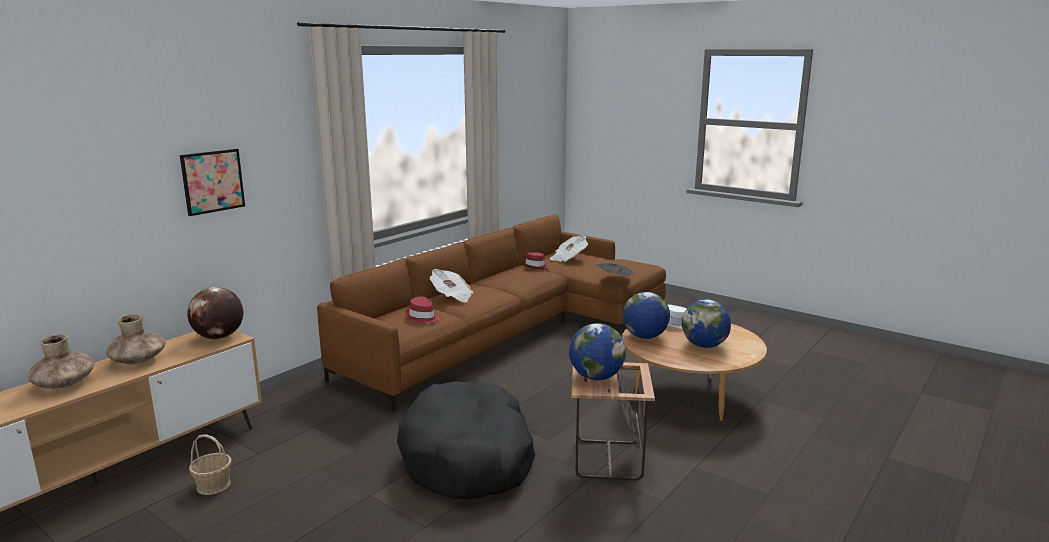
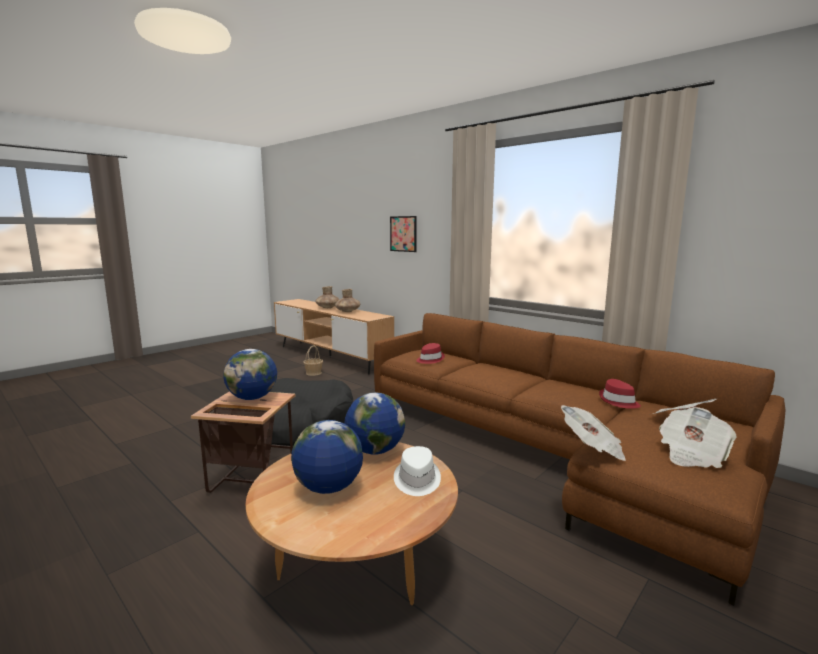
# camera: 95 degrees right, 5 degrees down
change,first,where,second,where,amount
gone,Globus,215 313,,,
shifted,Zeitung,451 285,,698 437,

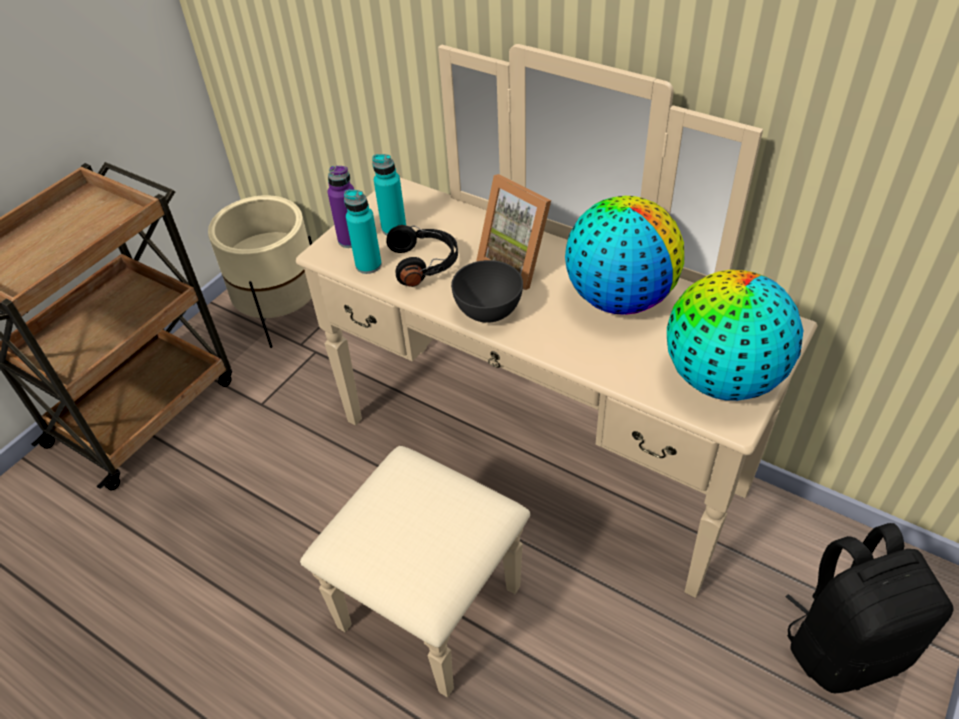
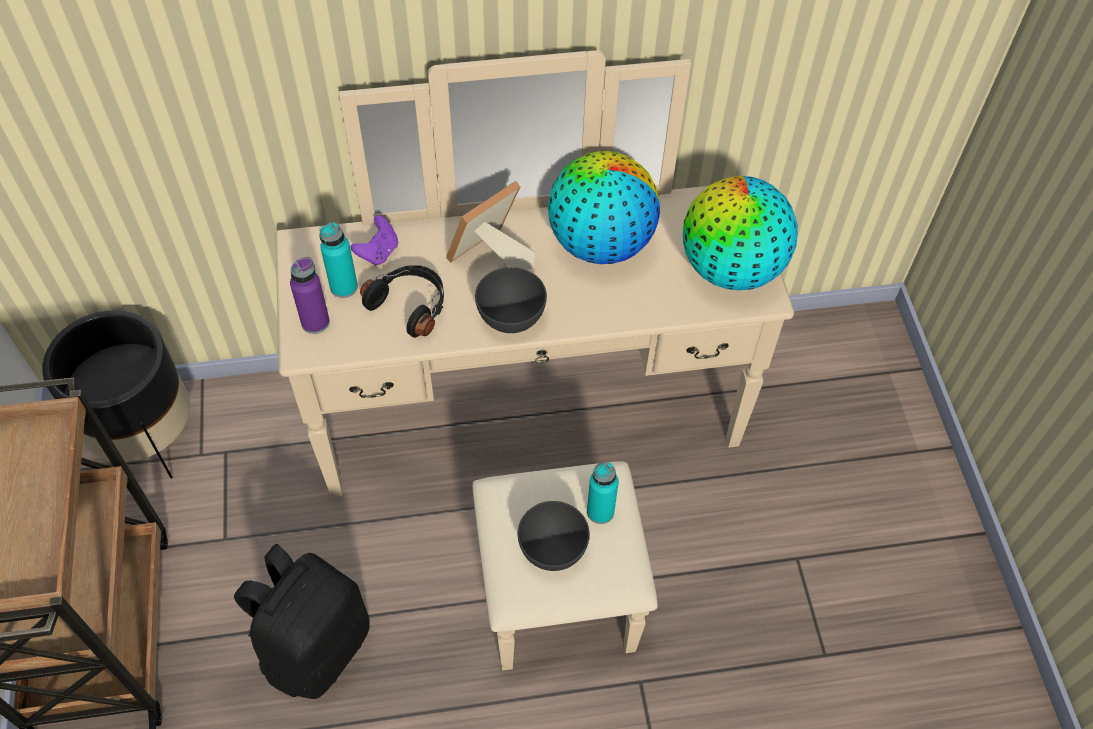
# camera: 45 degrees left, 10 degrees up
change,first,where,second,where,amount
new,,,Gamepad [lila],374 240,
new,,,Schüssel [grau],554 536,
shifted,Flasche [türkis],363 232,,603 493,
shifted,Rucksack [schwarz],869 608,,302 621,
repainted,Pflanzkübel [beige],260 271,Pflanzkübel [schwarz],116 394,
rotated,Bilderrahmen,513 232,,490 225,135 degrees clockwise

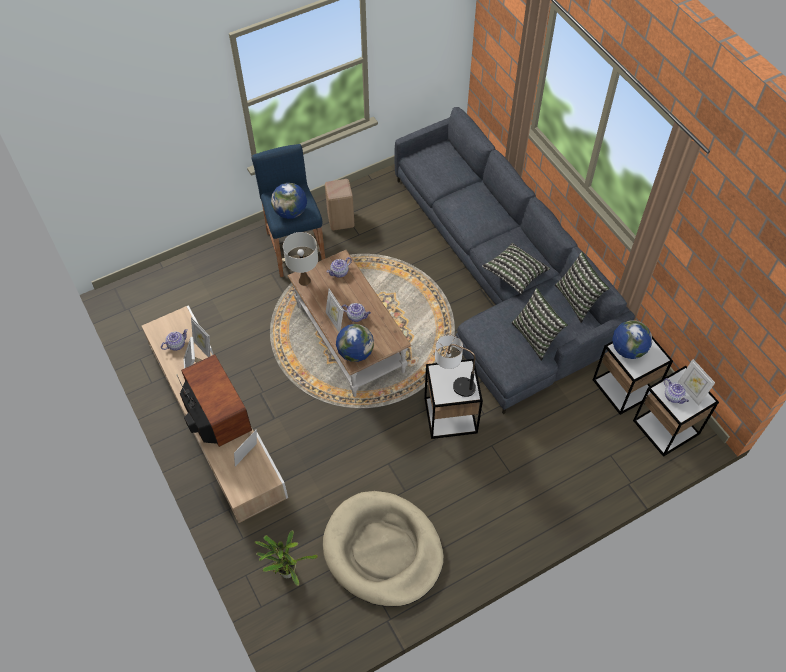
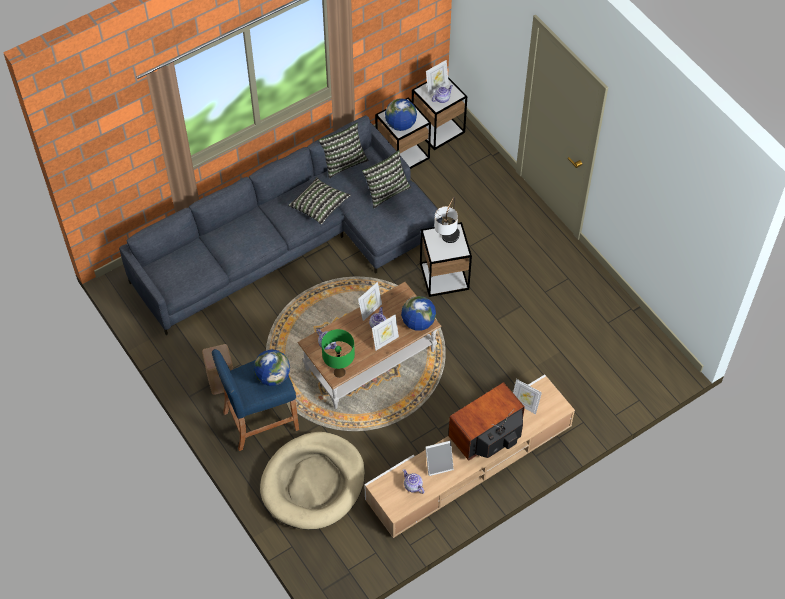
# camera: 95 degrees left, 0 degrees up
change,first,where,second,where,amount
gone,Topfpflanze,286 558,,,
shifted,Bilderrahmen,200 337,,370 301,
shifted,Hundebett [beige],383 549,,312 481,
repainted,Tischlampe [weiß],300 259,Tischlampe [grün],338 353,

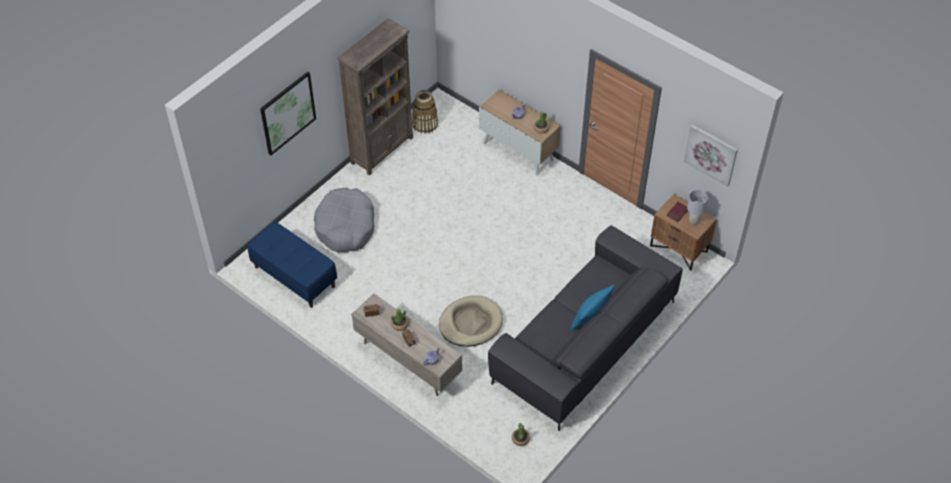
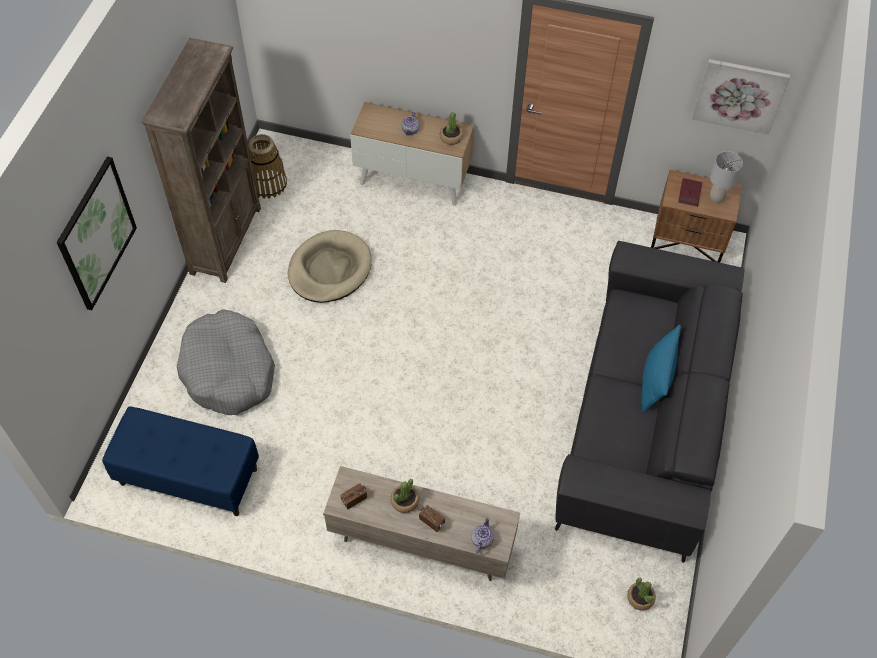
# camera: 25 degrees left, 5 degrees up
change,first,where,second,where,amount
shifted,Hundebett [beige],471 321,,330 266,

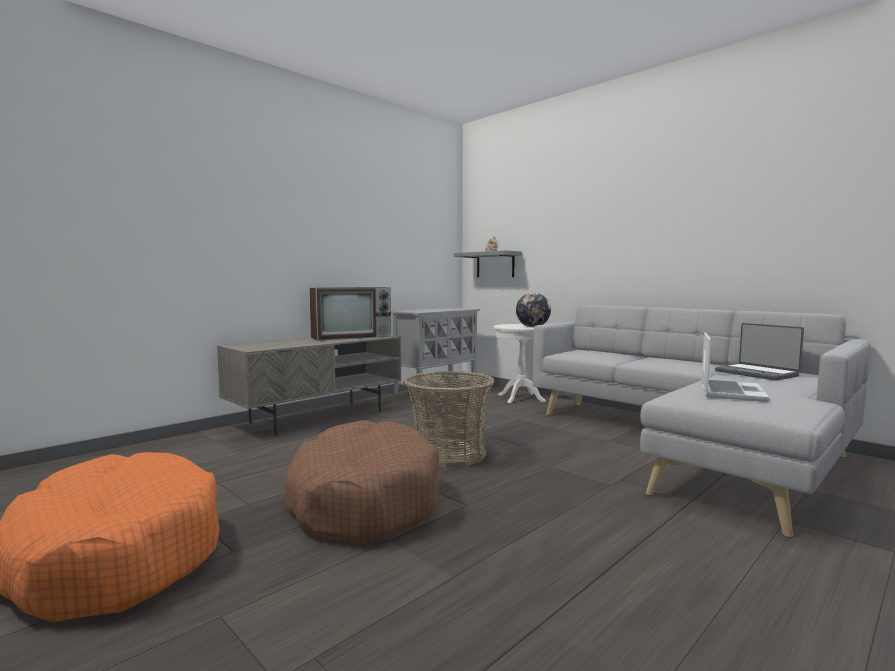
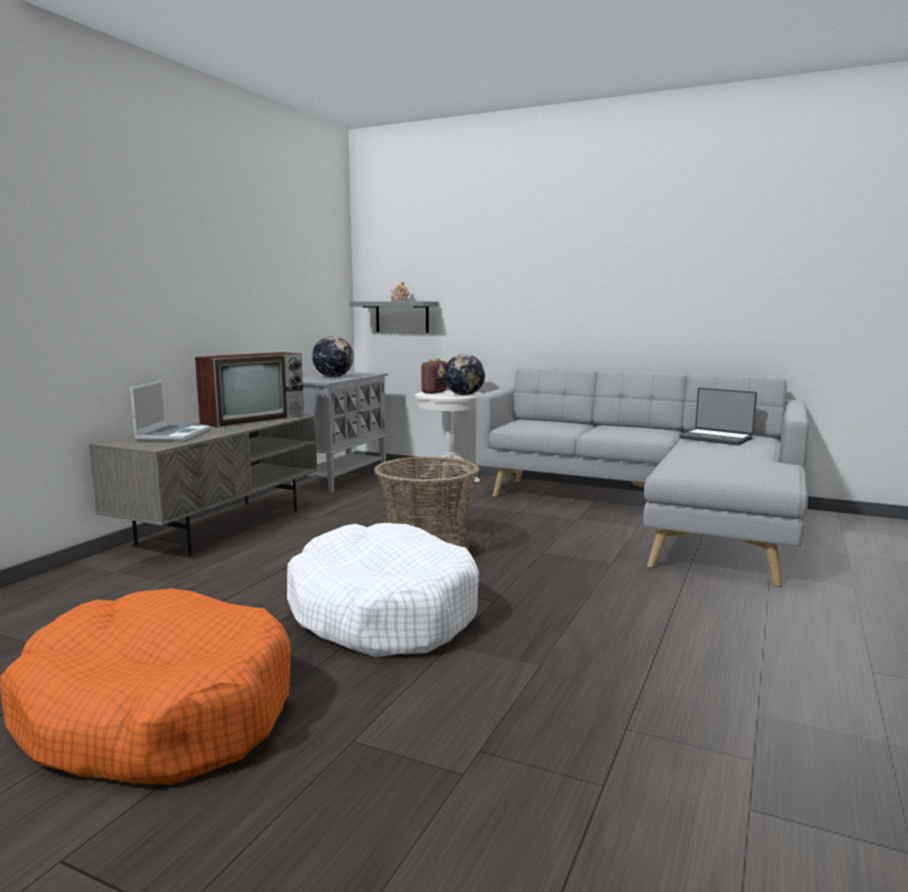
# camera: 20 degrees left, 5 degrees up
change,first,where,second,where,amount
new,,,Globus,333 356,
new,,,Radio,434 376,
shifted,Laptop,735 367,,170 410,
repainted,Hundebett [braun],361 482,Hundebett [weiß],383 590,

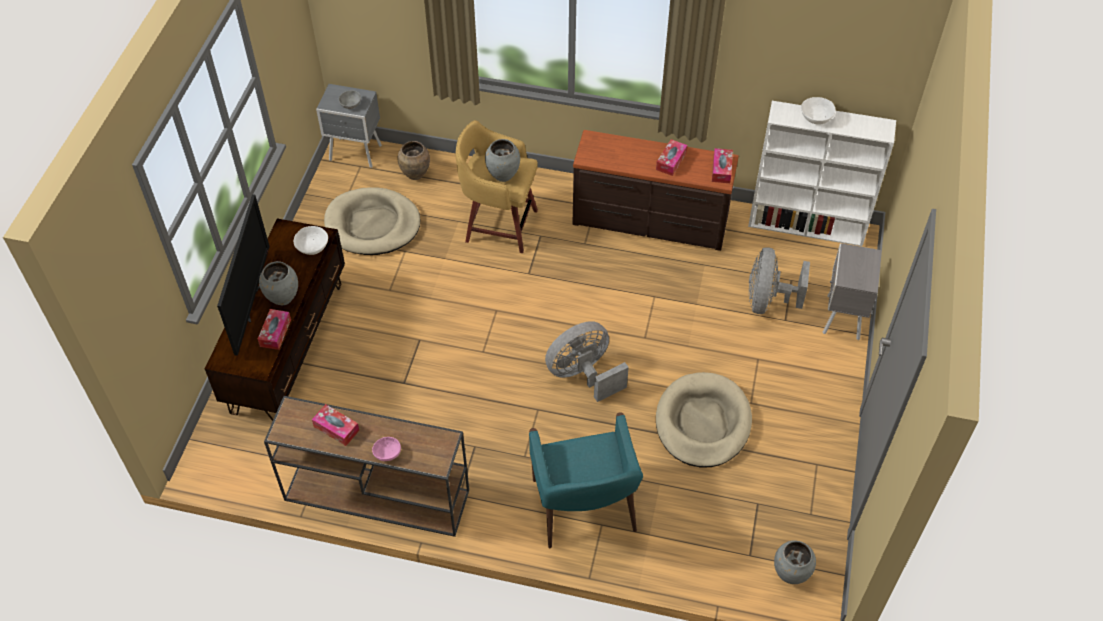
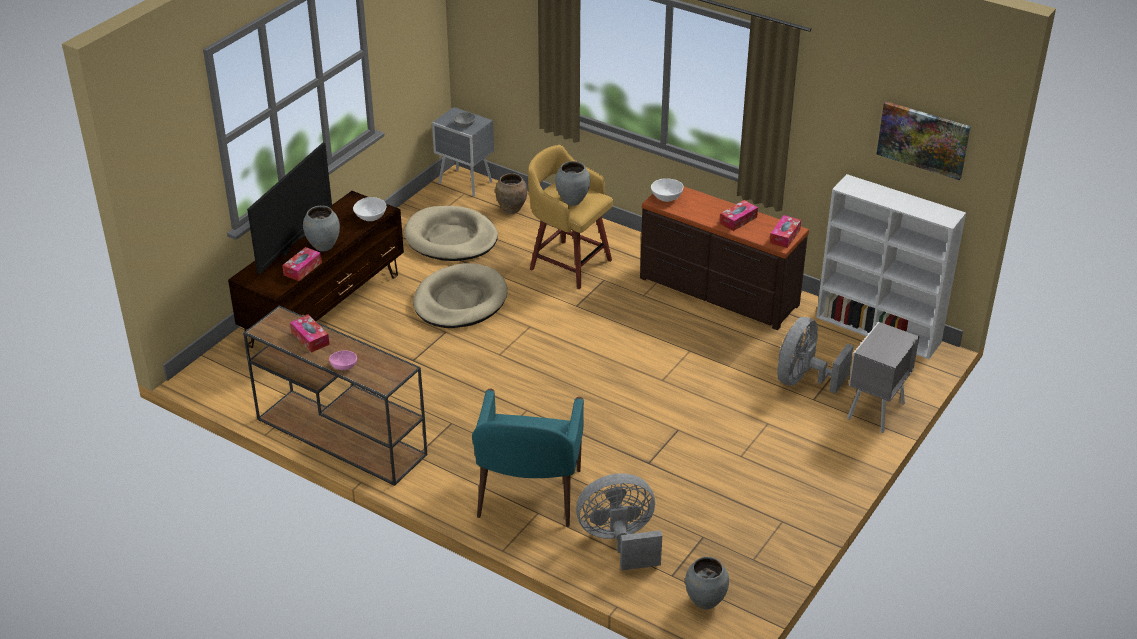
# camera: 20 degrees right, 15 degrees down
change,first,where,second,where,amount
new,,,Bild,924 140,
shifted,Ventilator [grau],587 361,,619 521,
shifted,Hundebett [beige],704 420,,460 295,
shifted,Schüssel [weiß],818 111,,667 190,

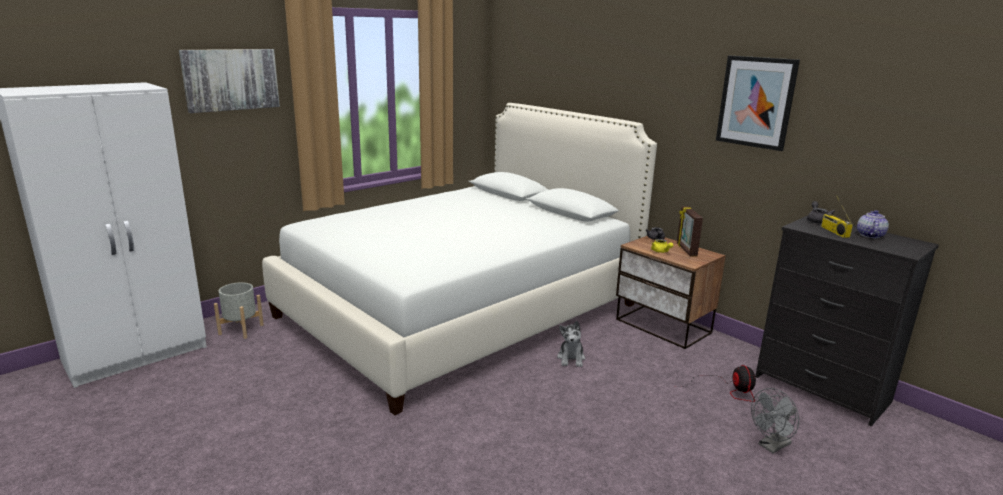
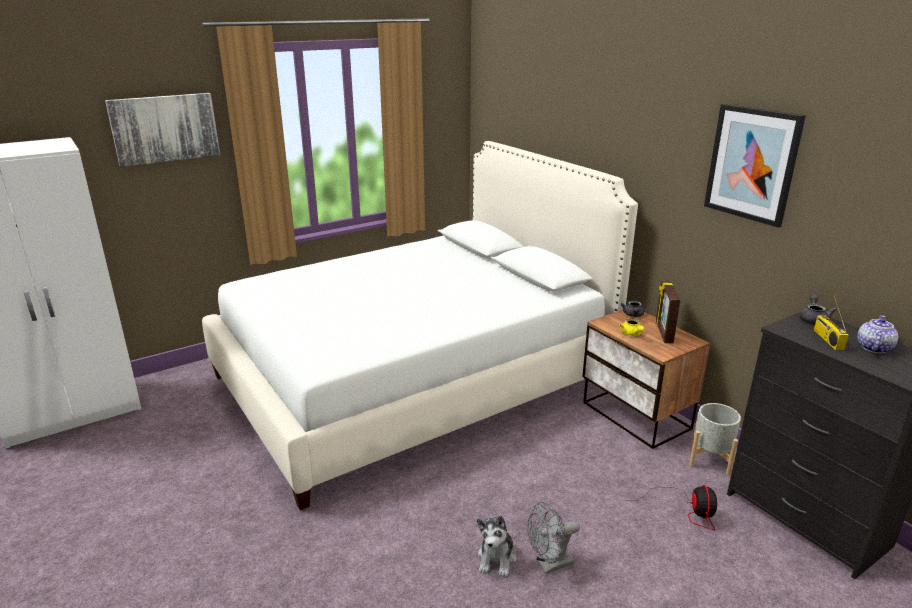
# camera: 10 degrees right, 5 degrees up
change,first,where,second,where,amount
shifted,Pflanzkübel [grau],239 310,,715 439,
shifted,Plüschtier,571 344,,496 546,
shifted,Ventilator [grau],775 420,,553 538,

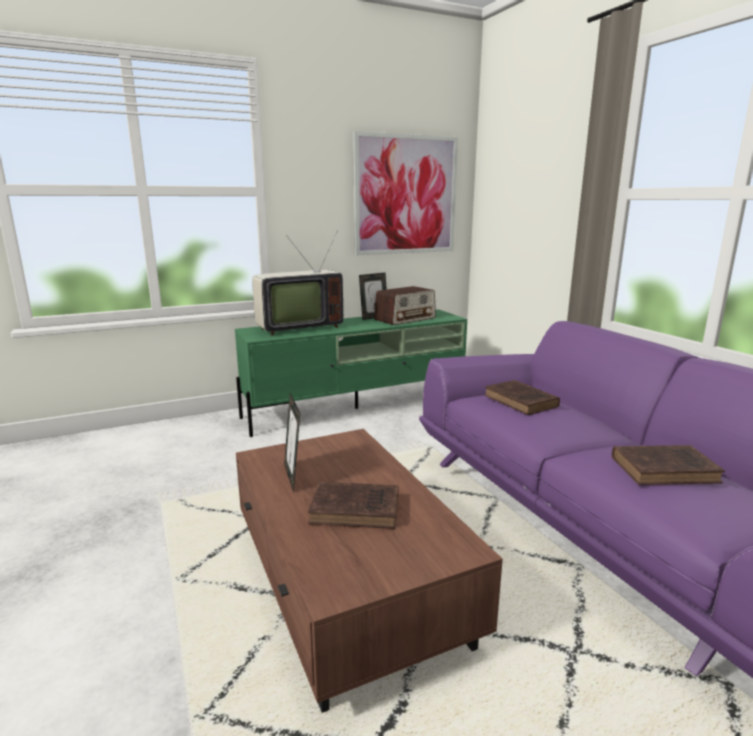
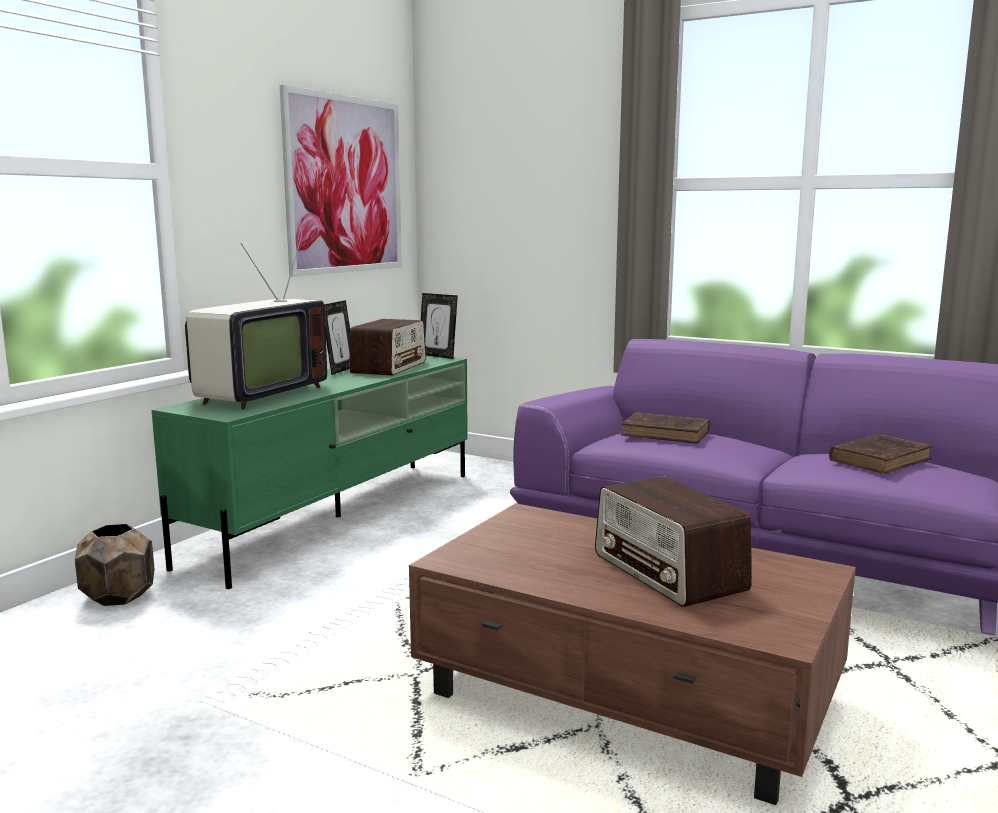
# camera: 35 degrees left, 5 degrees down
change,first,where,second,where,amount
new,,,Pflanzkübel [braun],115 565,
shifted,Bilderrahmen,292 442,,439 326,
swapped,Buch [braun],353 505,Radio,673 542,

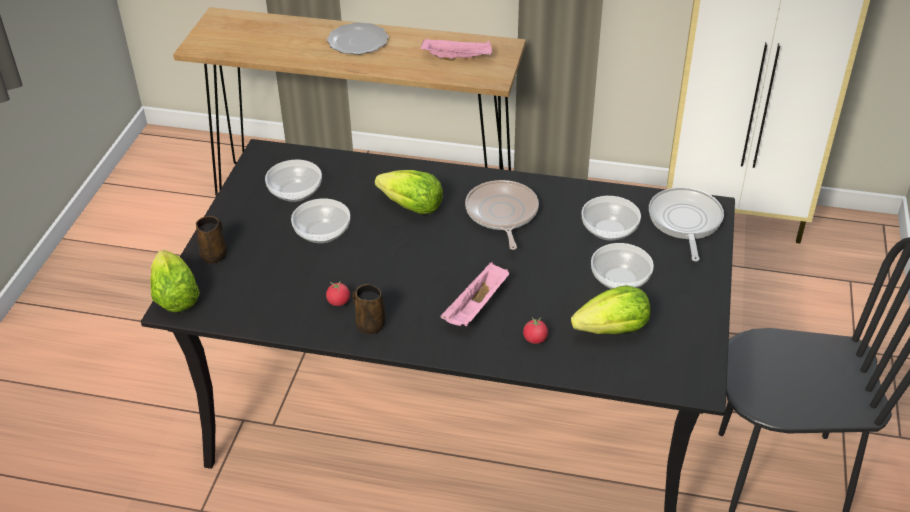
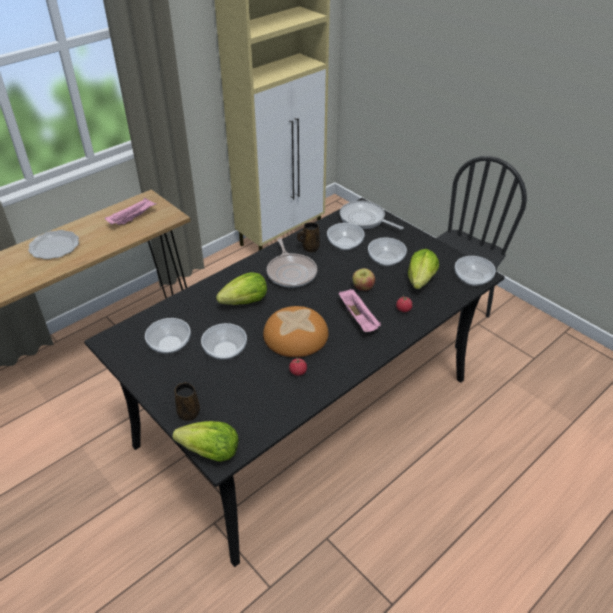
# camera: 55 degrees left, 0 degrees up
change,first,where,second,where,amount
new,,,Brot,295 331,
new,,,Apfel,363 279,
new,,,Schüssel,475 271,
shifted,Henkelbecher [braun],369 309,,308 237,
rotated,Pfanne,502 215,,292 263,135 degrees counterclockwise

